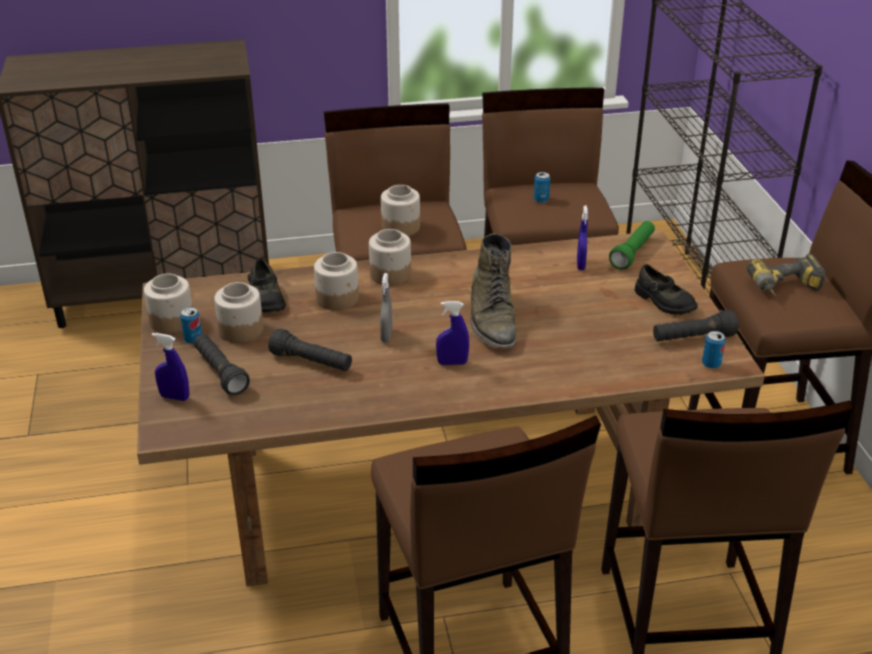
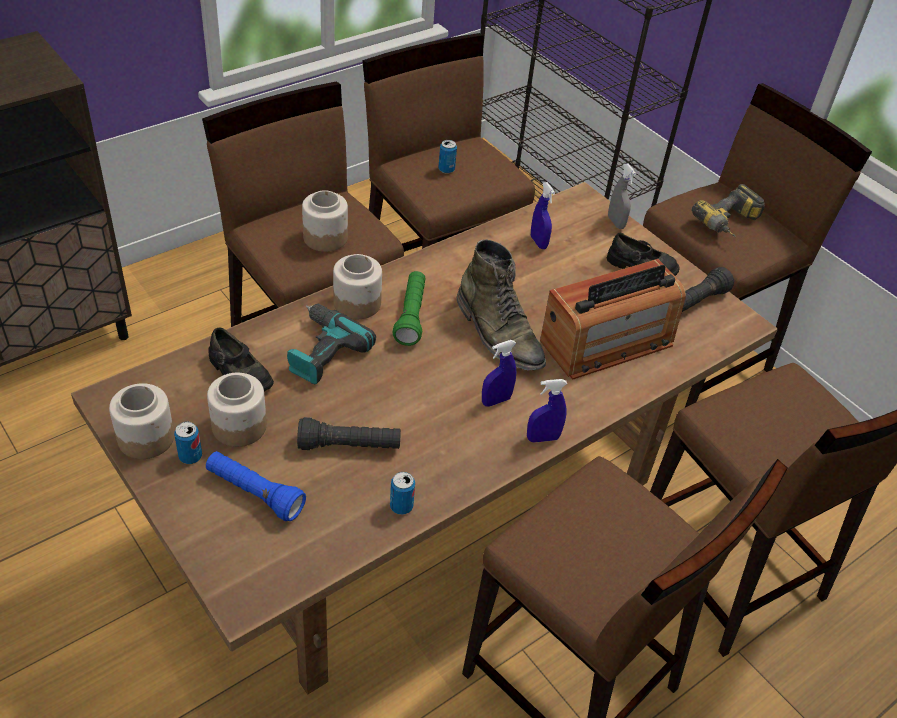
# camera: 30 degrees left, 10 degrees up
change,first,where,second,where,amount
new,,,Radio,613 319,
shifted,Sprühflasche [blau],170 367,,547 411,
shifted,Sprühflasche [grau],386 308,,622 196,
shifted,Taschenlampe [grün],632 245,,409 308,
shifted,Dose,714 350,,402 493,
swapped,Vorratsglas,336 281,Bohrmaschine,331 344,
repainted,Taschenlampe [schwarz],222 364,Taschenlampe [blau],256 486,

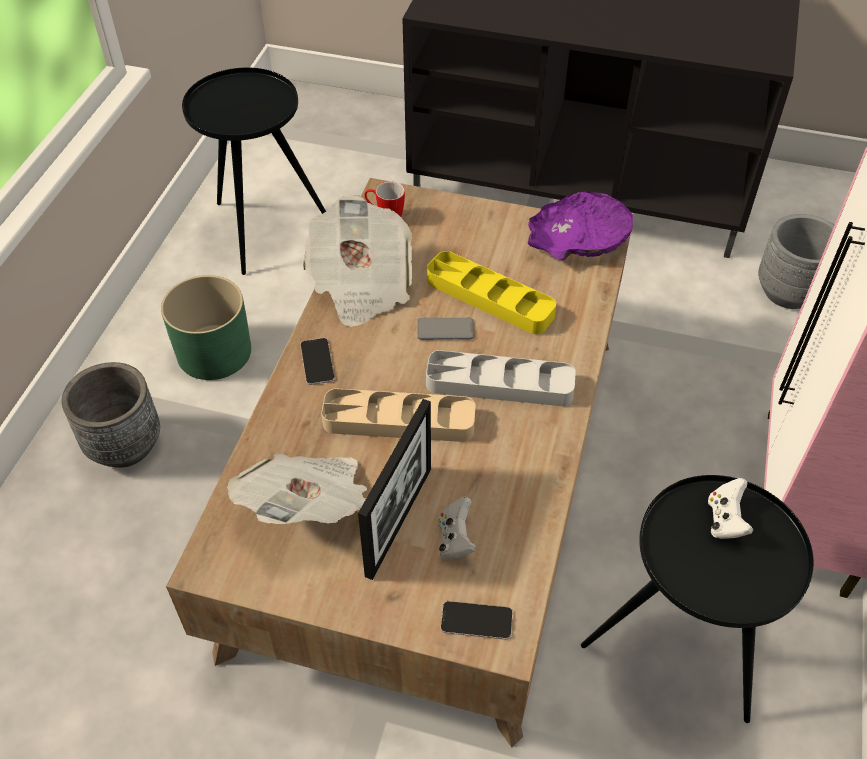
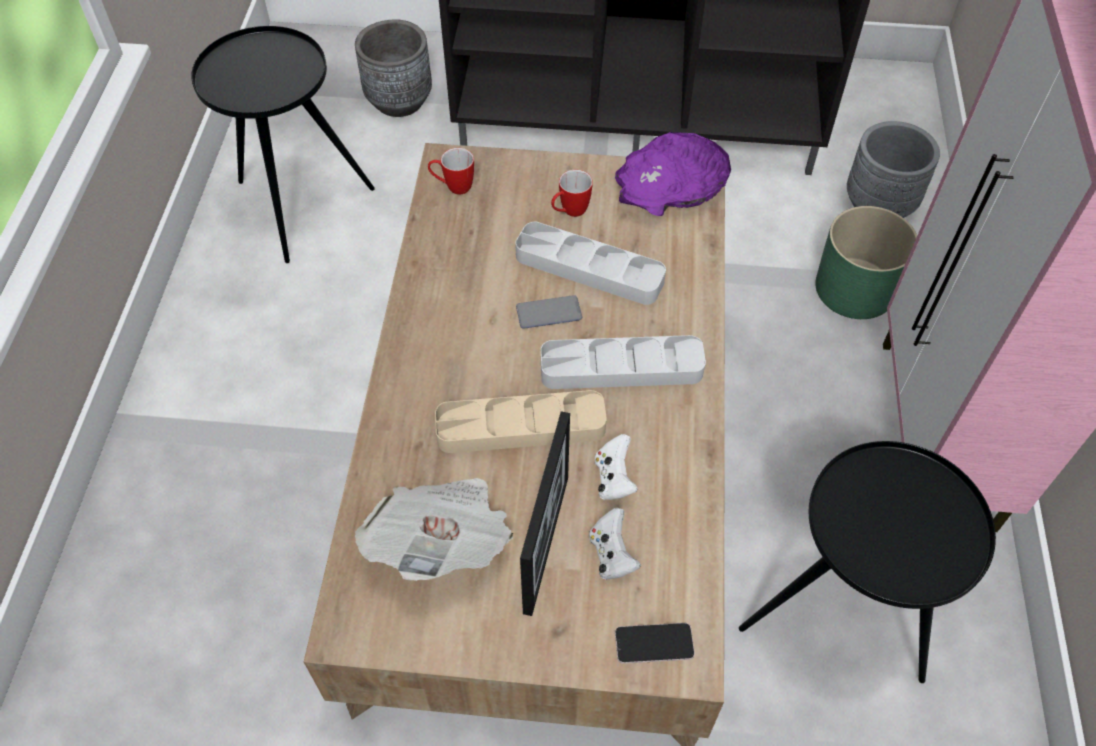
# camera: 10 degrees left, 5 degrees up
change,first,where,second,where,amount
gone,Handy,317 361,,,
gone,Zeitung,357 261,,,
new,,,Henkelbecher,572 193,
shifted,Pflanzkübel [grau],111 415,,393 68,
shifted,Pflanzkübel [grün],206 327,,866 262,
shifted,Gamepad [weiß],730 508,,616 467,
repainted,Tablett [gelb],491 292,Tablett [grau],590 263,

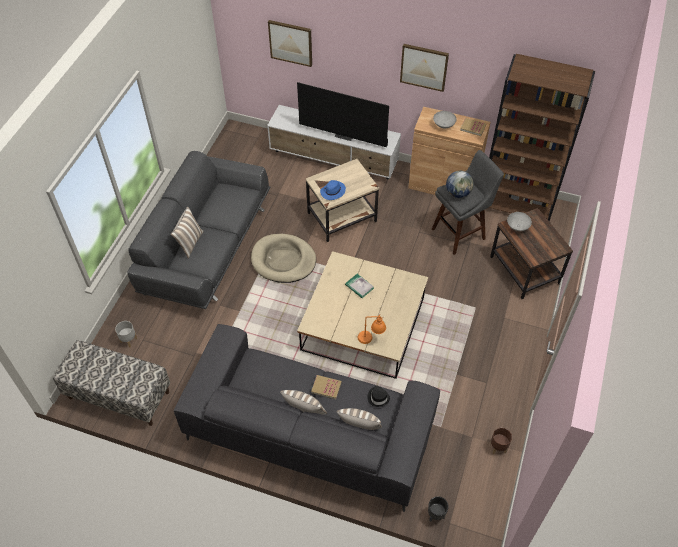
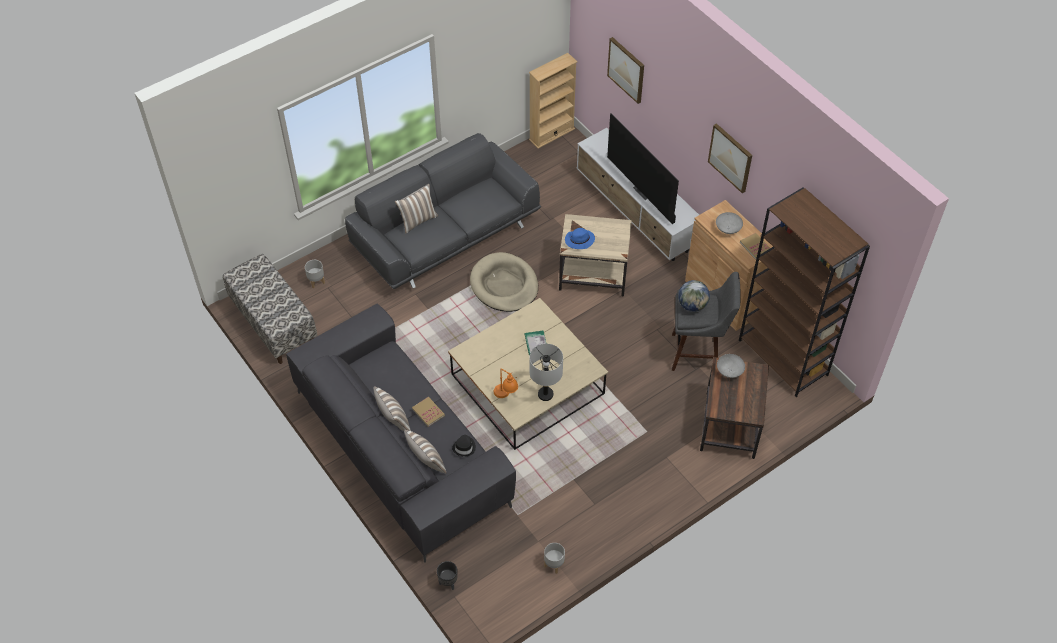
# camera: 35 degrees right, 0 degrees up
change,first,where,second,where,amount
new,,,Bücherregal [beige],553 100,
new,,,Tischlampe [grau],546 372,
repainted,Pflanzkübel [braun],501 441,Pflanzkübel [grau],554 558,

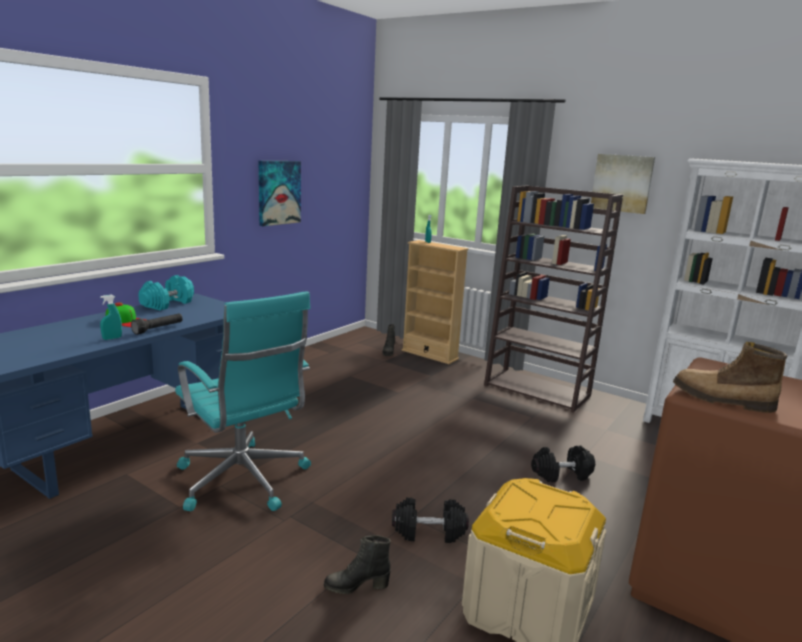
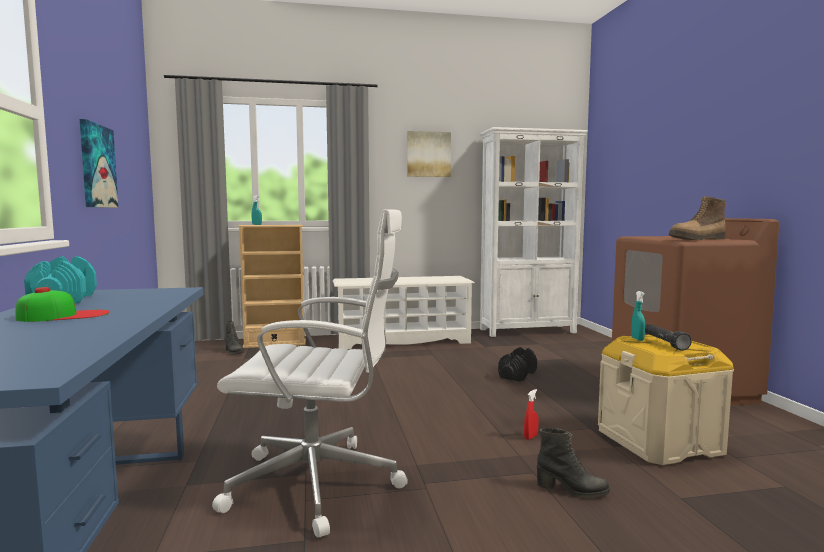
# camera: 45 degrees left, 10 degrees down
change,first,where,second,where,amount
shifted,Sprühflasche [türkis],111 317,,638 316,
shifted,Taschenlampe [schwarz],157 324,,668 337,
swapped,Hantel [schwarz],430 520,Sprühflasche [rot],531 414,
swapped,Bücherregal [braun],553 299,Schuhregal [weiß],404 312,
repainted,Bürostuhl [türkis],243 401,Bürostuhl [weiß],310 373,
rotated,Stiefel [schwarz],357 564,,573 463,105 degrees counterclockwise

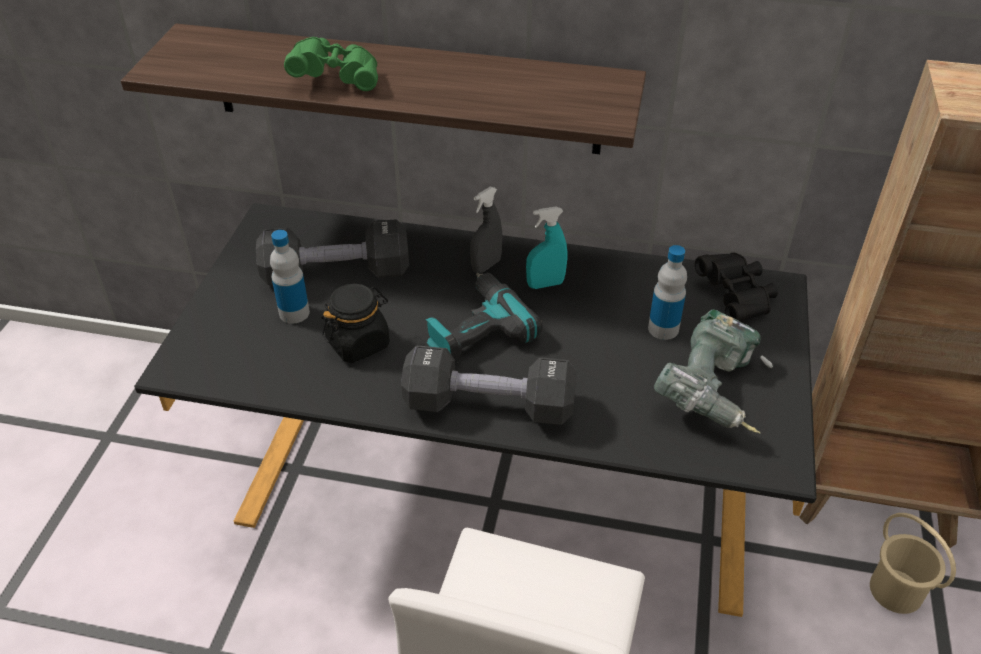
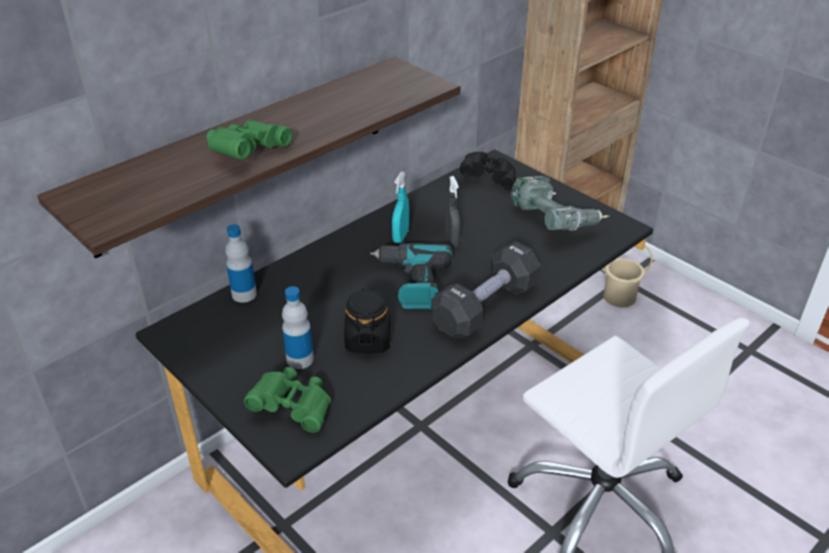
# camera: 55 degrees left, 5 degrees down
change,first,where,second,where,amount
gone,Hantel [schwarz],332 253,,,
new,,,Fernglas [grün],287 400,
shifted,Sprühflasche [grau],486 230,,452 212,
shifted,Flasche,667 292,,241 263,

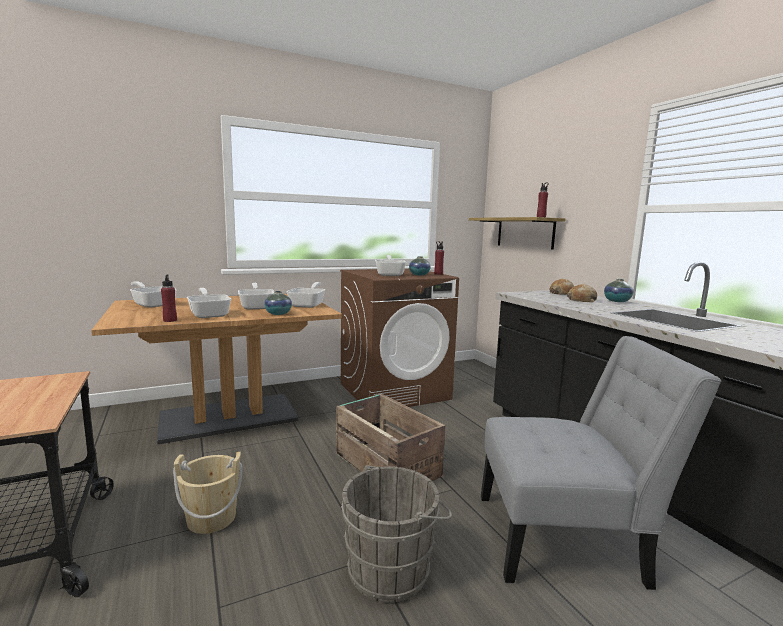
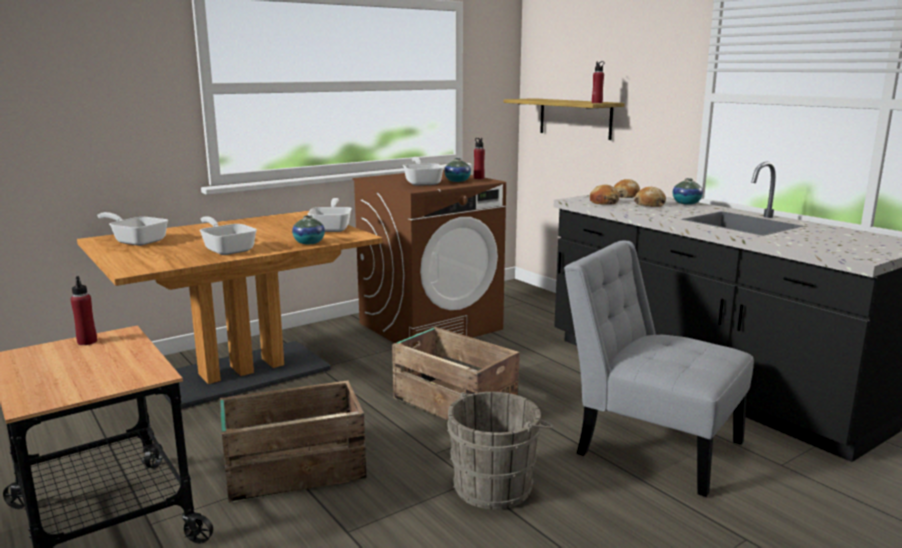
# camera: 10 degrees left, 5 degrees up
change,first,where,second,where,amount
gone,Pfanne,256 296,,,
new,,,Brot,604 194,
shifted,Flasche [rot],169 298,,84 310,
swapped,Eimer [beige],208 493,Kiste,293 441,
rotated,Stuhl [grau],601 463,,659 369,135 degrees counterclockwise

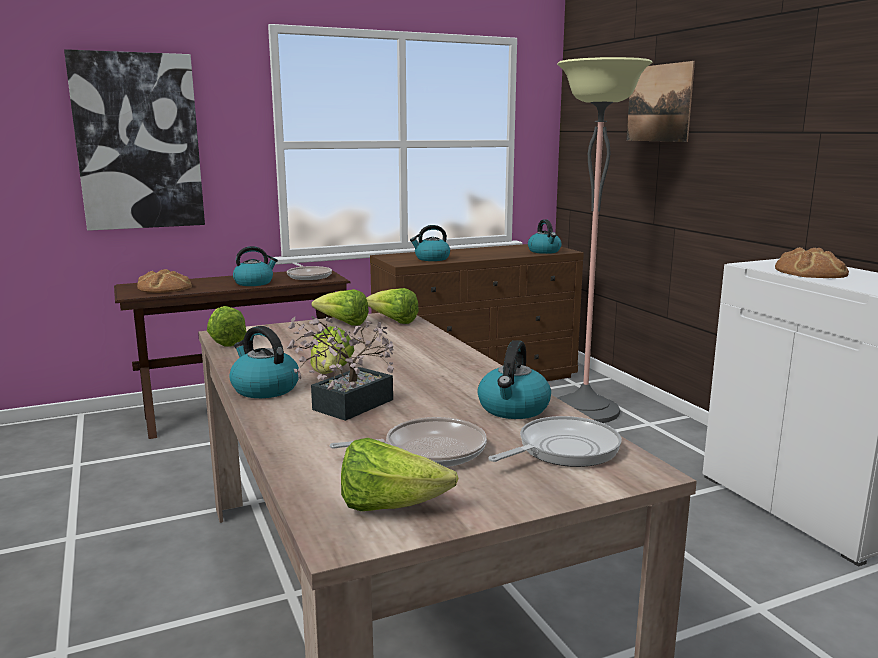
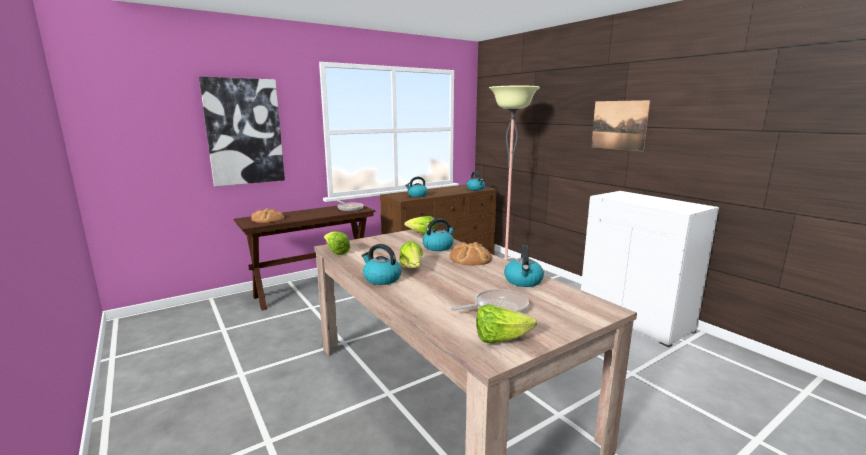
# camera: 10 degrees left, 0 degrees up
change,first,where,second,where,amount
gone,Topfpflanze,340 368,,,
gone,Salatkopf,340 307,,,
gone,Pfanne,554 441,,,
shifted,Wasserkessel,255 266,,438 234,
shifted,Bild,660 101,,620 125,
shifted,Brot,812 262,,471 253,

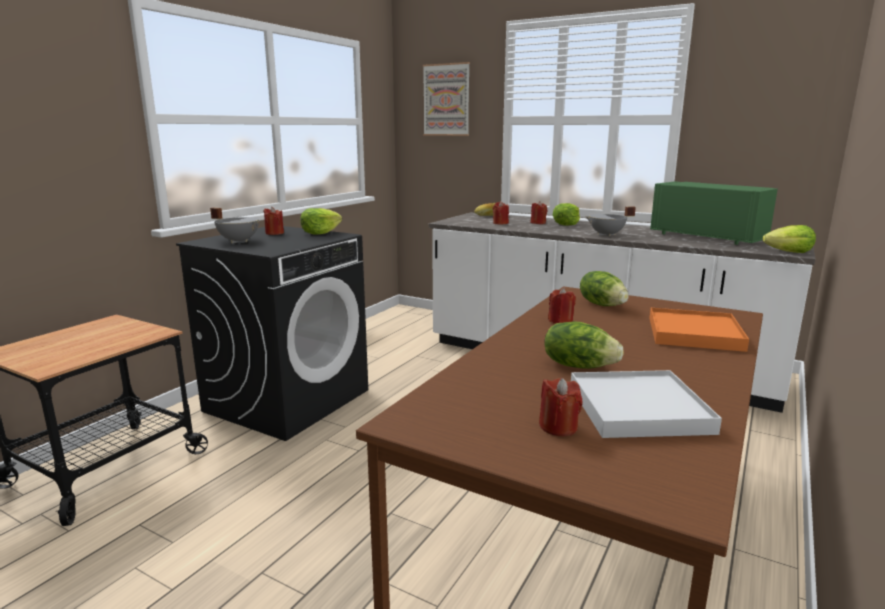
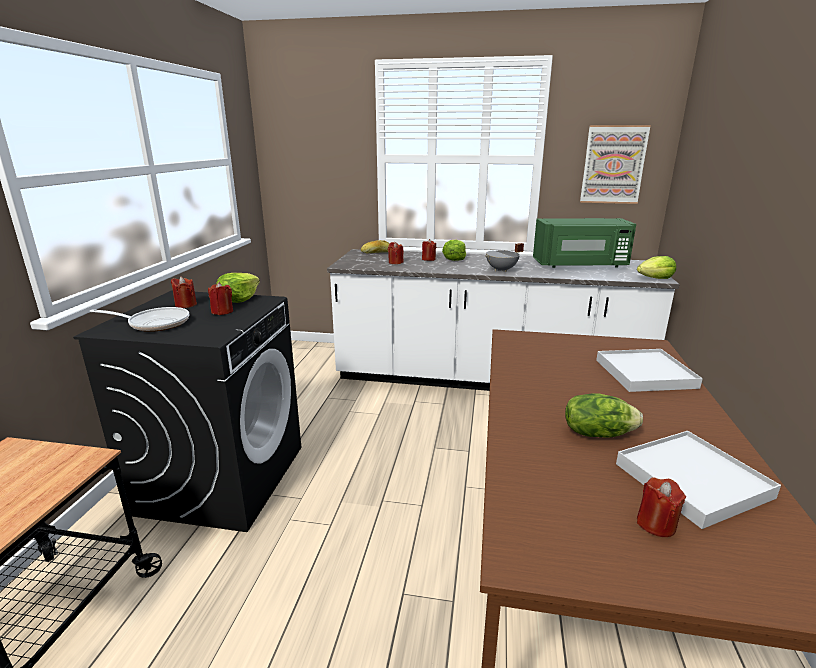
# camera: 20 degrees left, 5 degrees up
change,first,where,second,where,amount
gone,Salatkopf,604 288,,,
shifted,Bild,446 99,,615 164,
shifted,Kerze [rot],562 305,,220 298,
swapped,Kochtopf [grau],234 225,Pfanne,139 319,
repainted,Tablett [orange],699 330,Tablett [weiß],649 370,
rotated,Mikrowelle [grün],714 213,,584 243,150 degrees clockwise

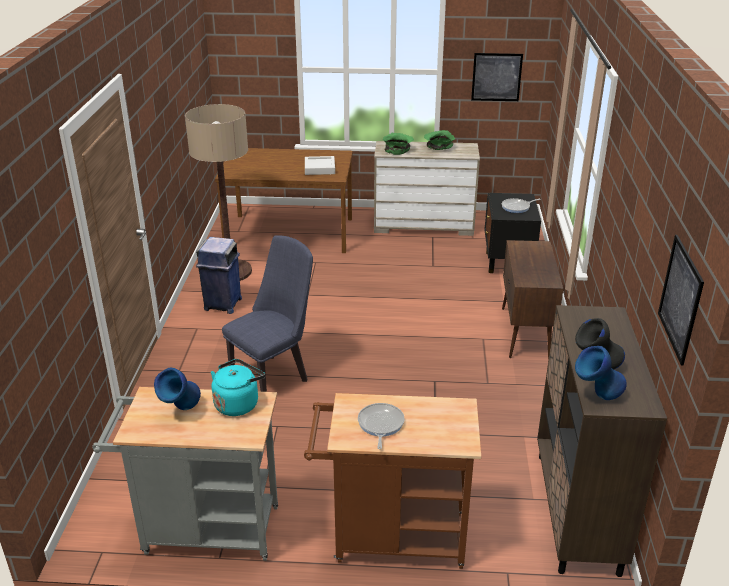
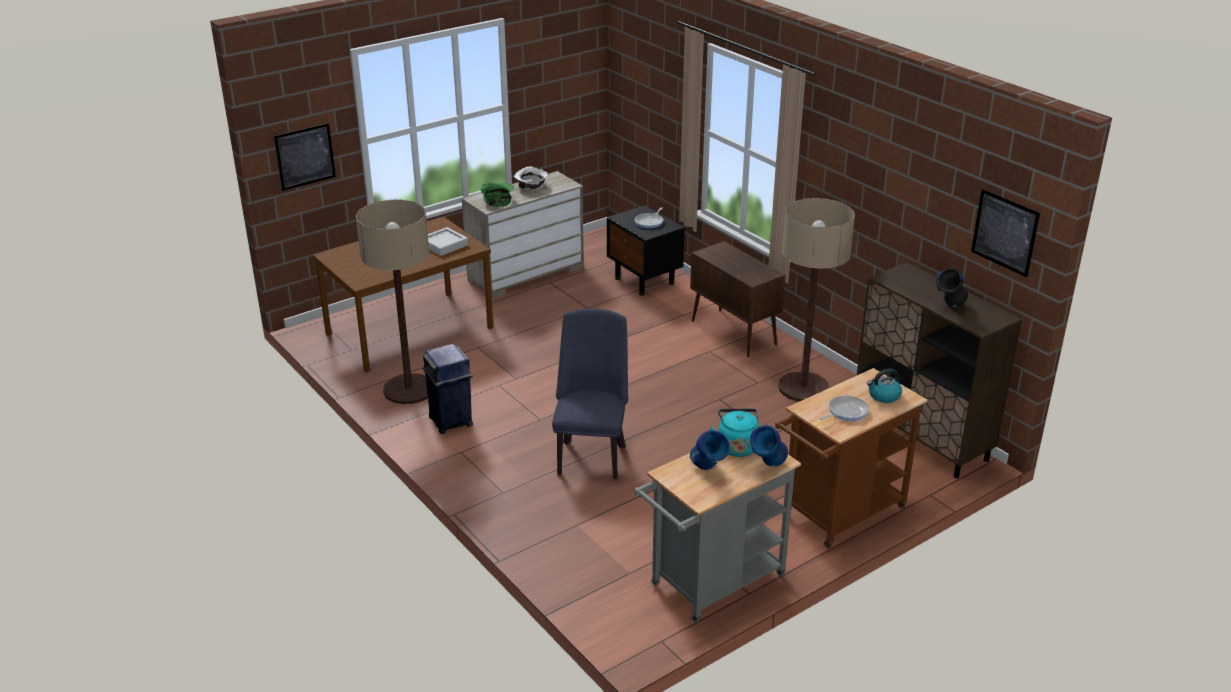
# camera: 40 degrees left, 0 degrees up
change,first,where,second,where,amount
new,,,Stehlampe,816 300,
new,,,Wasserkessel,884 386,
shifted,Bild,497 77,,305 157,
shifted,Vase [blau],601 373,,769 446,
repainted,Schüssel [grün],439 140,Schüssel [weiß],531 178,
rotated,Pfanne,381 426,,844 408,90 degrees clockwise

